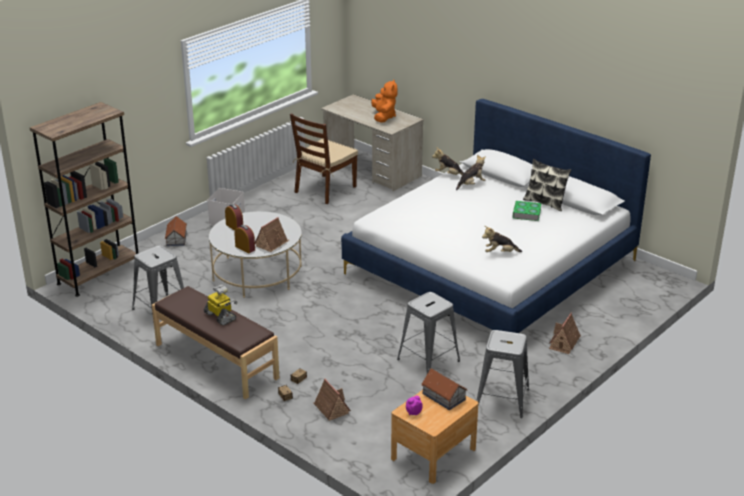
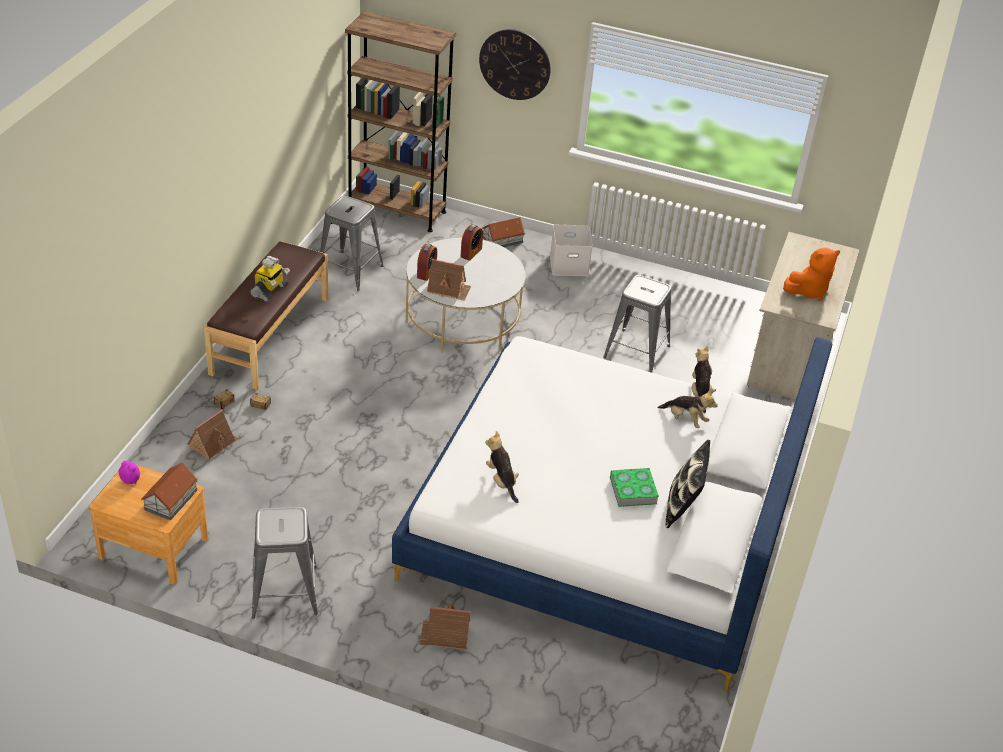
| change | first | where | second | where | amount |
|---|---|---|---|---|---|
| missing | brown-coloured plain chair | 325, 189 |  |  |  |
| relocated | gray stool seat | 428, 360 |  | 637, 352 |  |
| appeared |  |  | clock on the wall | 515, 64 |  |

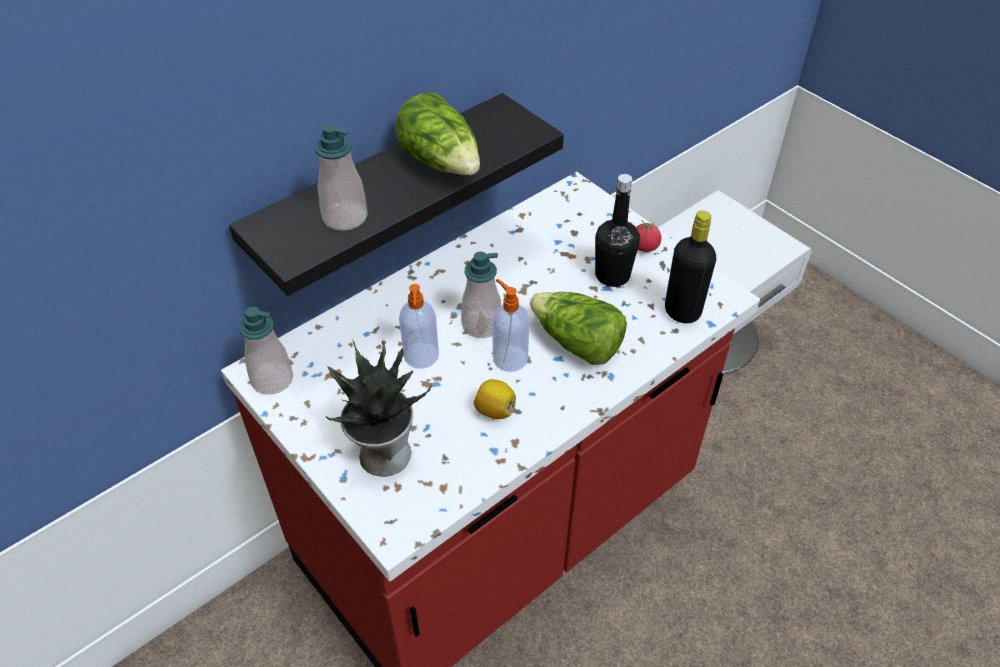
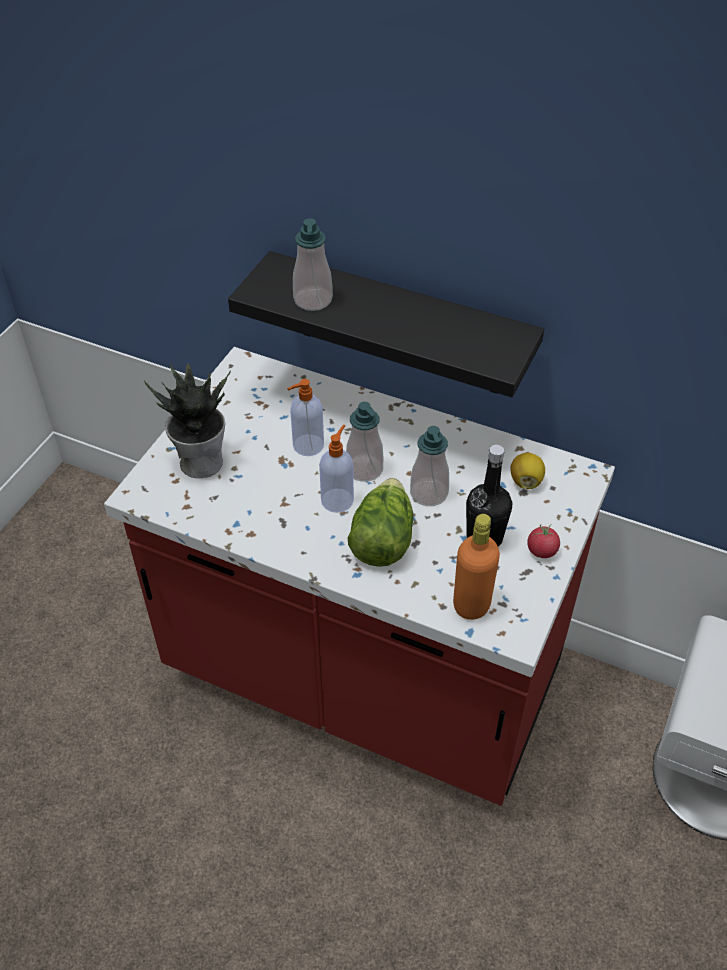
| change | first | where | second | where | amount |
|---|---|---|---|---|---|
| relocated | soap bottle | 272, 379 |  | 429, 493 |  |
| missing | lettuce | 442, 162 |  |  |  |
| relocated | lemon | 494, 410 |  | 526, 481 |  |
| colour | black-coloured beverage bottle | 682, 311 | orange beverage bottle | 471, 605 |  |

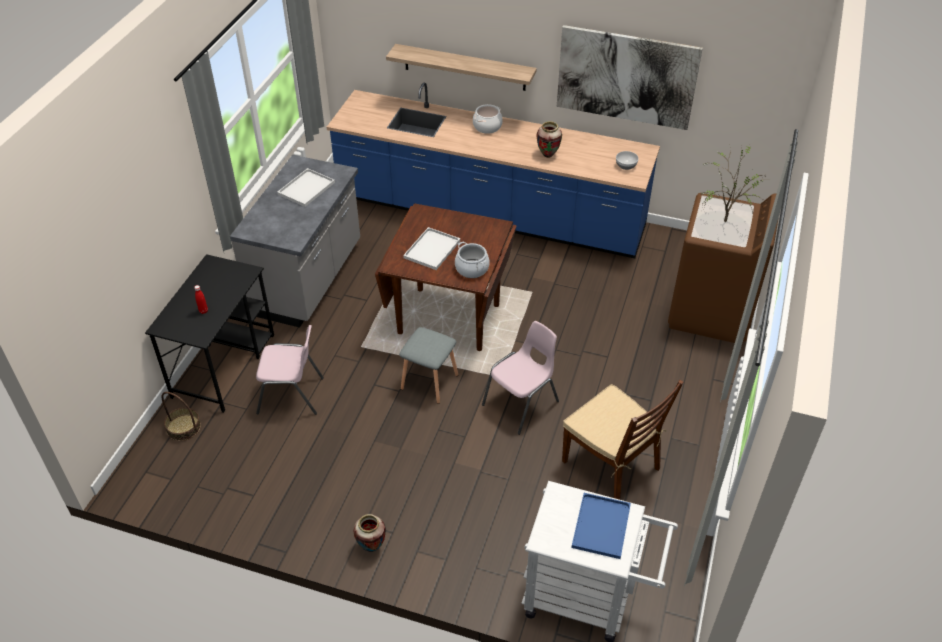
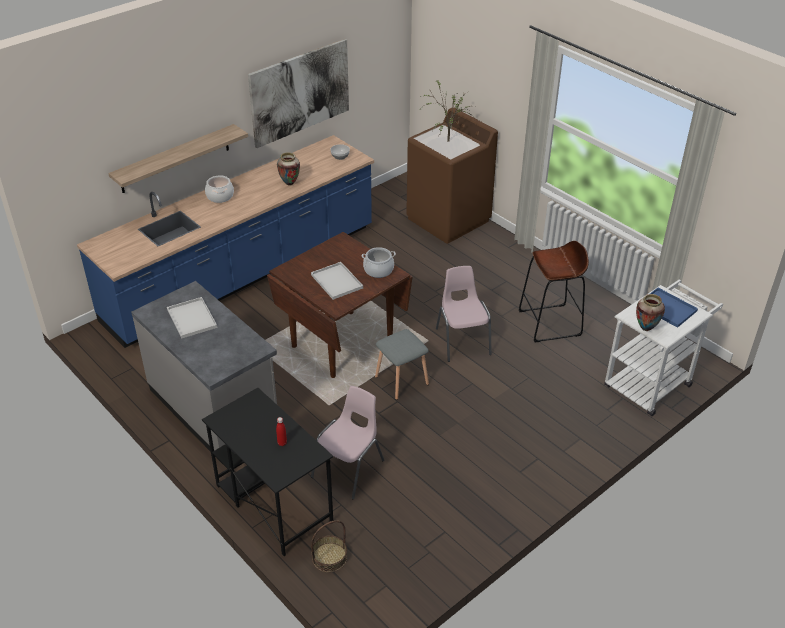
| change | first | where | second | where | amount |
|---|---|---|---|---|---|
| relocated | flower vase | 371, 547 |  | 645, 328 |  |
| exchanged | brown-coloured plain chair | 611, 465 | brown-coloured stool seat | 550, 323 |  |

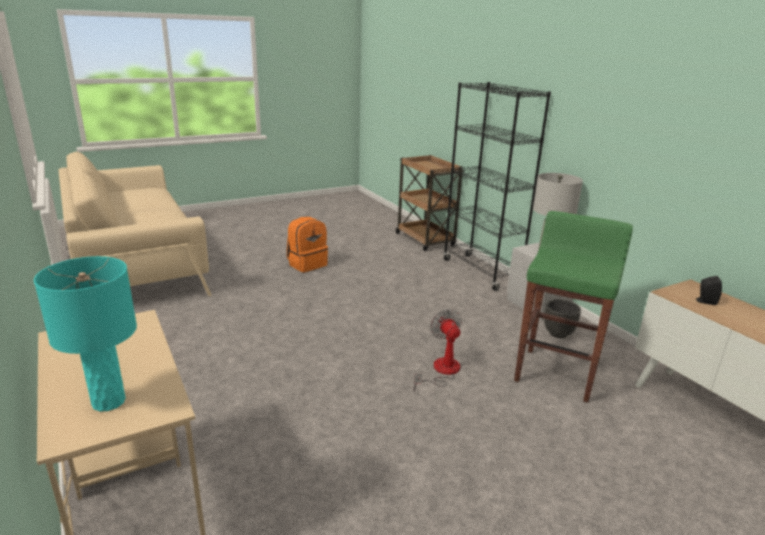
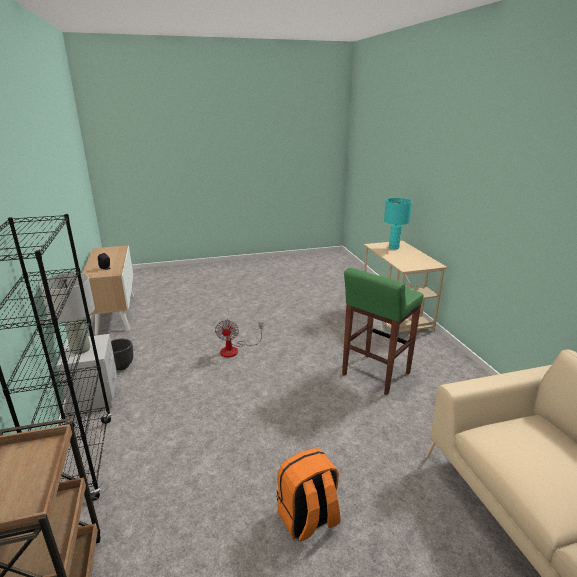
| change | first | where | second | where | amount |
|---|---|---|---|---|---|
| relocated | greenish stool seat | 556, 373 |  | 375, 374 |  |

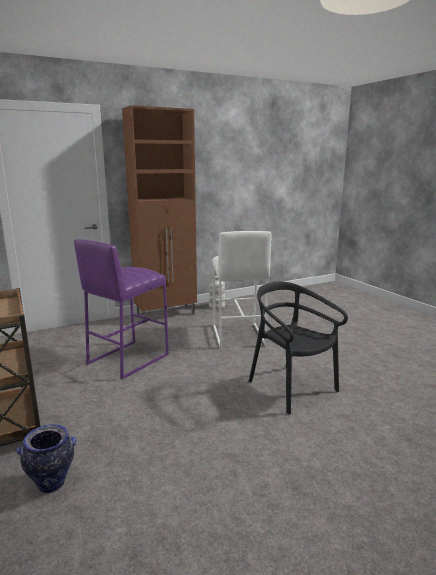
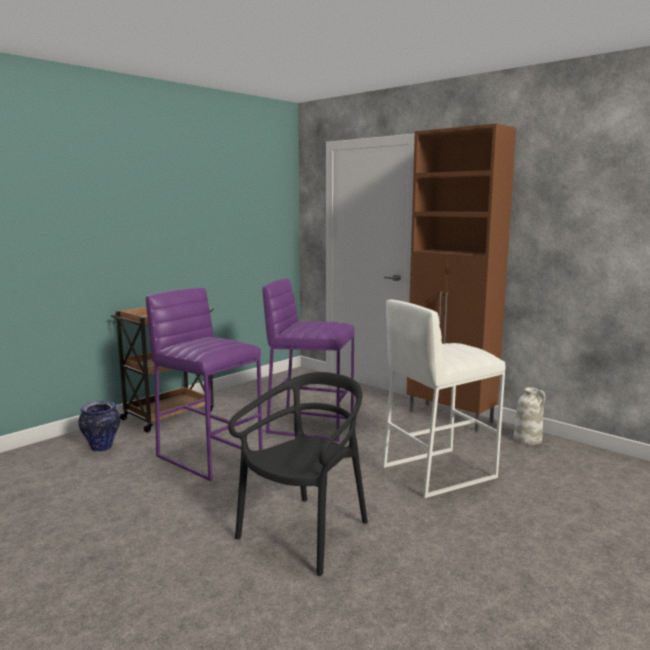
| change | first | where | second | where | amount |
|---|---|---|---|---|---|
| appeared |  |  | purple stool seat | 209, 455 |  |

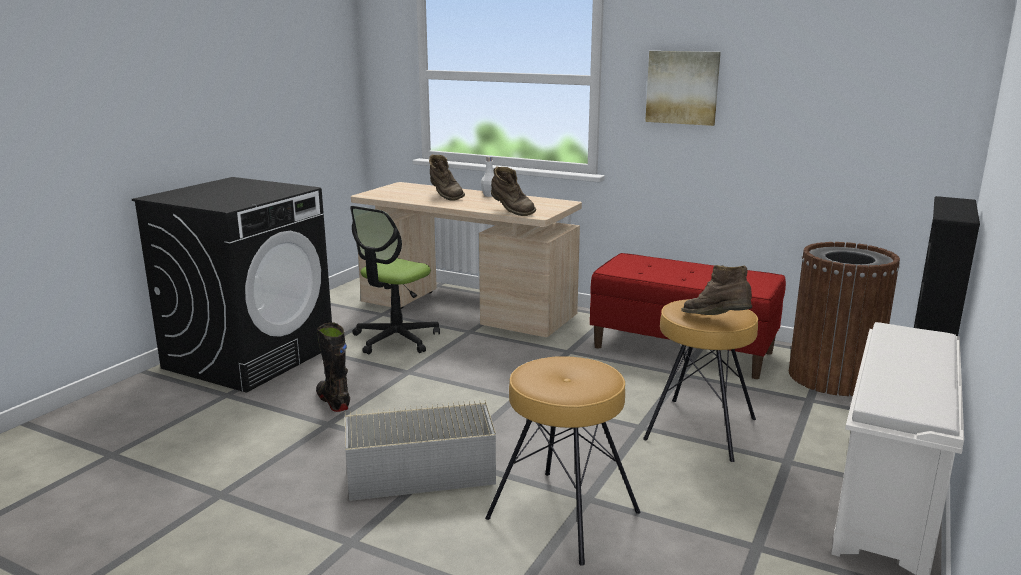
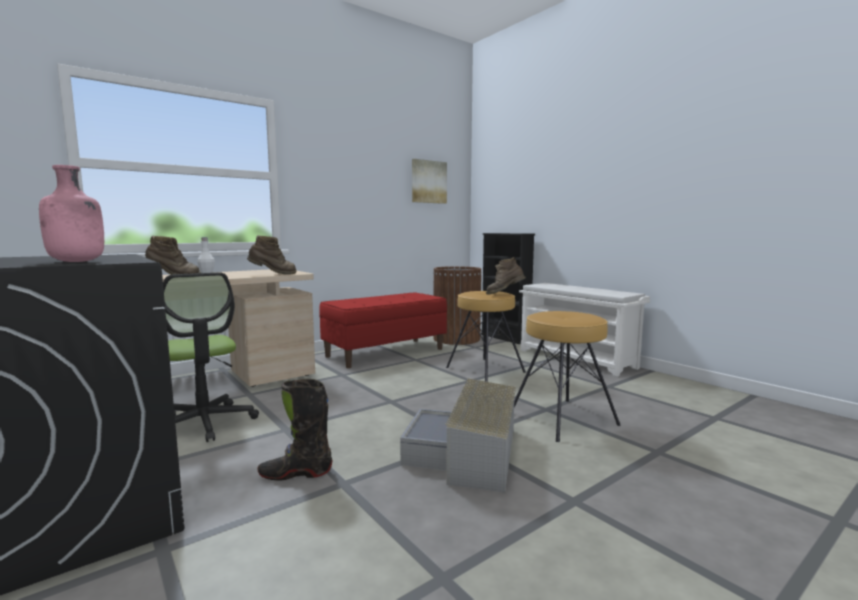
| change | first | where | second | where | amount |
|---|---|---|---|---|---|
| relocated | picture | 682, 87 |  | 428, 182 |  |
| appeared |  |  | pink-coloured beverage bottle | 77, 261 |  |

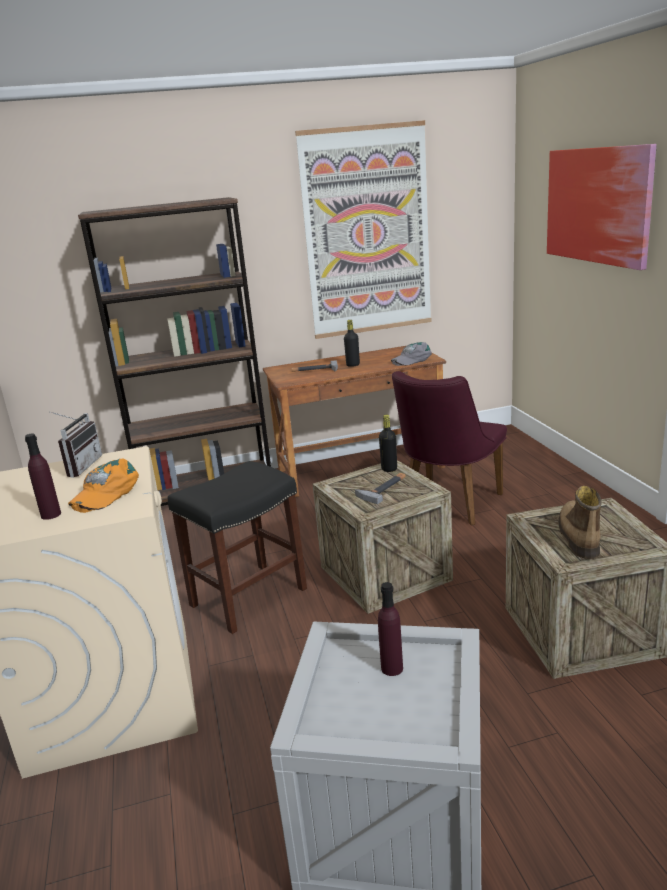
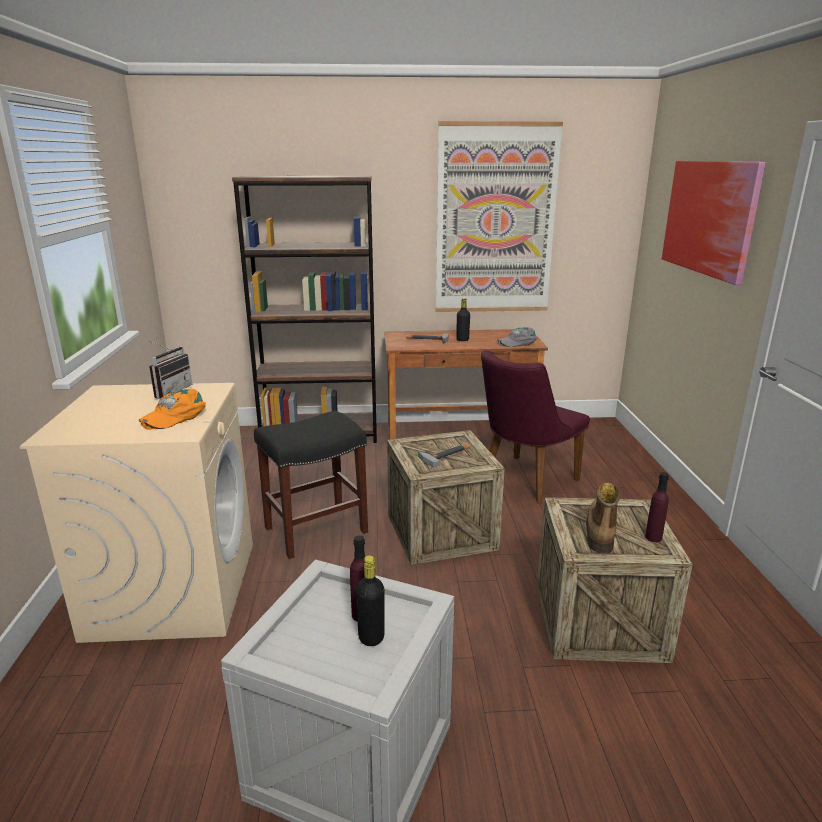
| change | first | where | second | where | amount |
|---|---|---|---|---|---|
| relocated | purple beverage bottle | 51, 514 |  | 653, 537 |  |
| relocated | black-coloured beverage bottle | 389, 469 |  | 371, 637 |  |

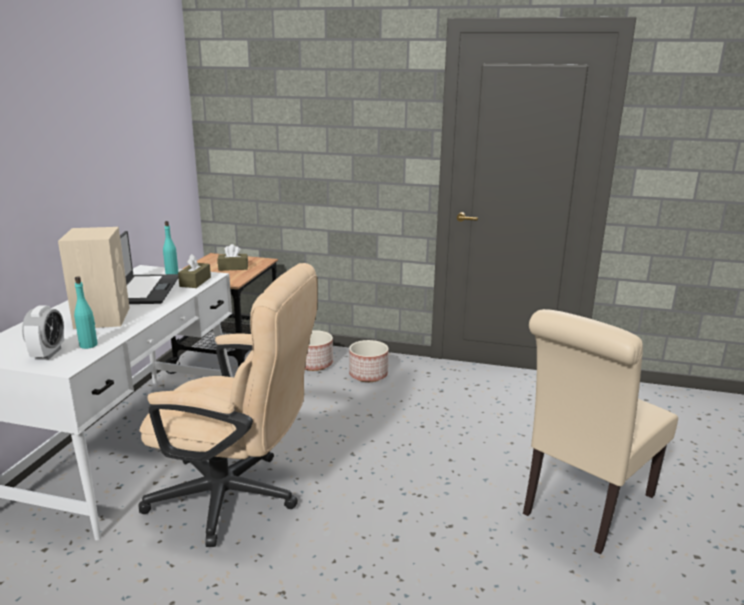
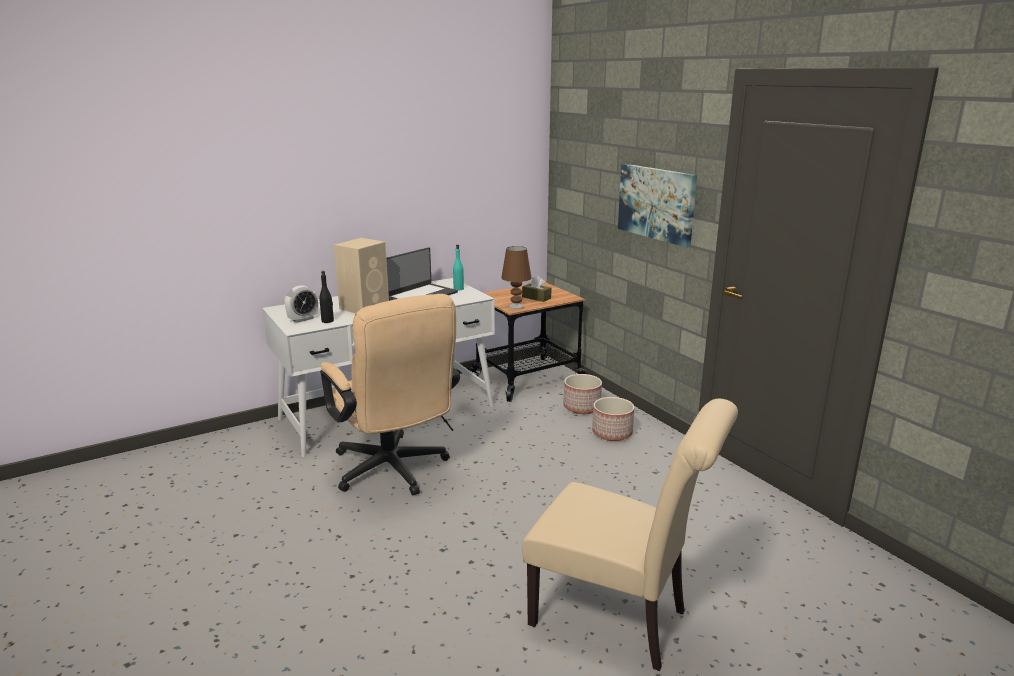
| change | first | where | second | where | amount |
|---|---|---|---|---|---|
| colour | turquoise-coloured beverage bottle | 89, 345 | black-coloured beverage bottle | 327, 321 |  |
| missing | brown-coloured tissue holder | 195, 282 |  |  |  |
| spun | beige-coloured plain chair | 583, 507 |  | 618, 619 | 150 degrees counterclockwise |
| appeared |  |  | brown-coloured tabletop lamp | 516, 306 |  |
| appeared |  |  | picture | 656, 203 |  |

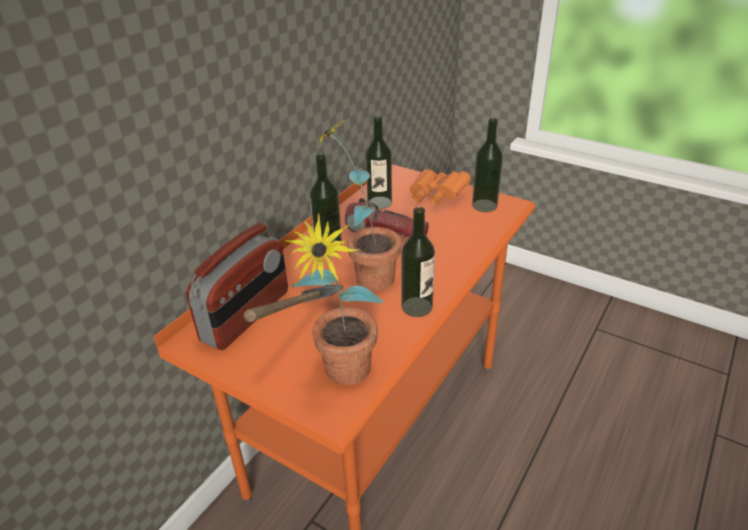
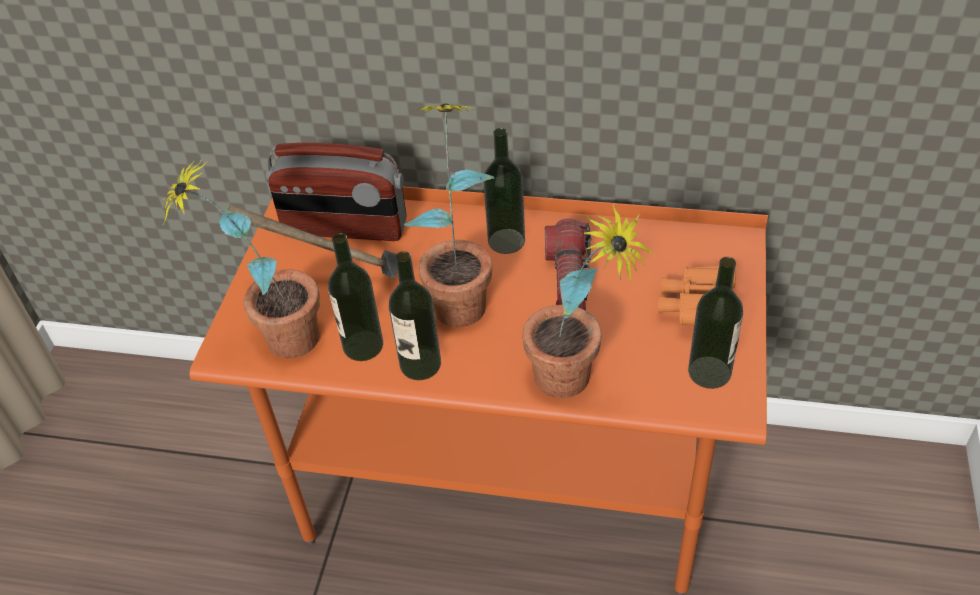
| change | first | where | second | where | amount |
|---|---|---|---|---|---|
| relocated | beverage bottle | 379, 202 |  | 363, 346 |  |
| appeared |  |  | houseplant | 576, 385 |  |

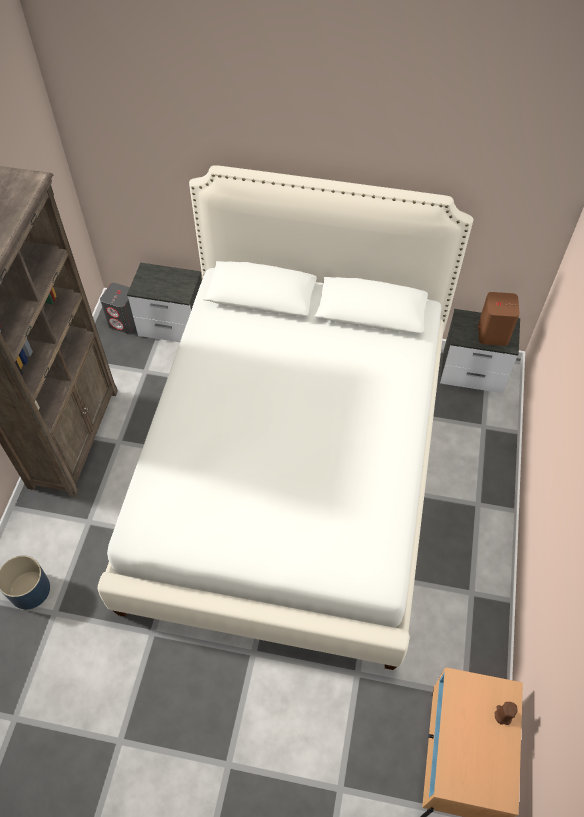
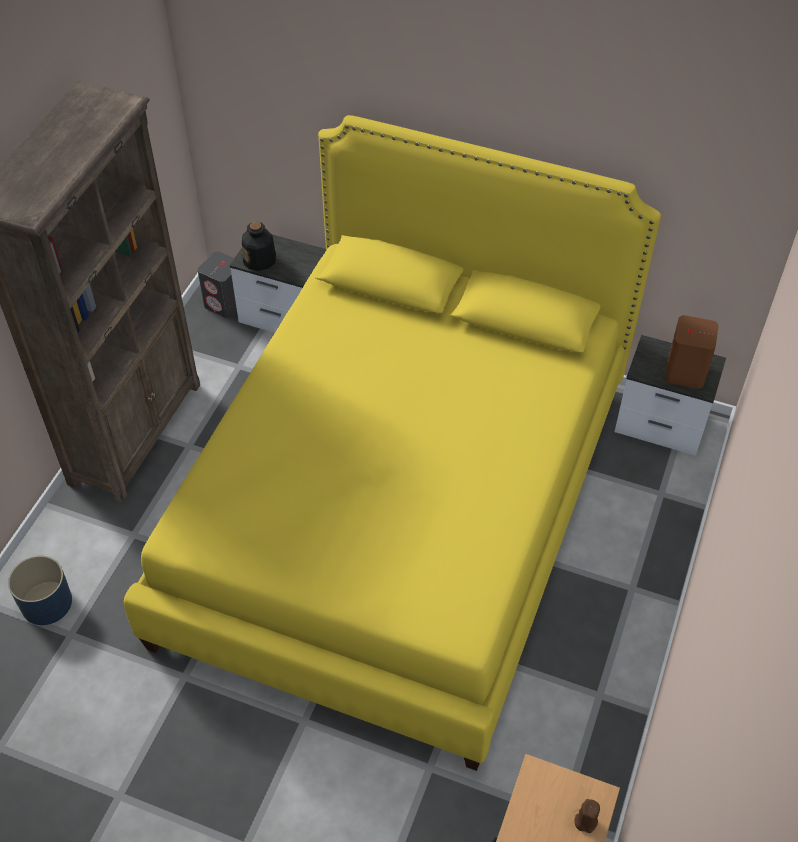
| change | first | where | second | where | amount |
|---|---|---|---|---|---|
| colour | white bedroom bed | 292, 469 | yellow bedroom bed | 399, 510 |  |
| appeared |  |  | beverage bottle | 260, 260 |  |

